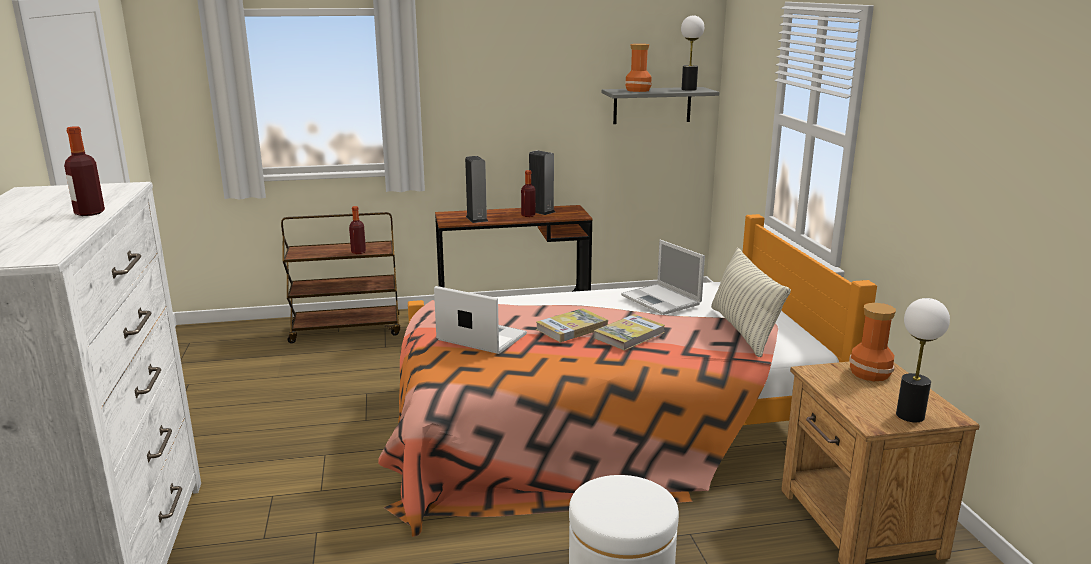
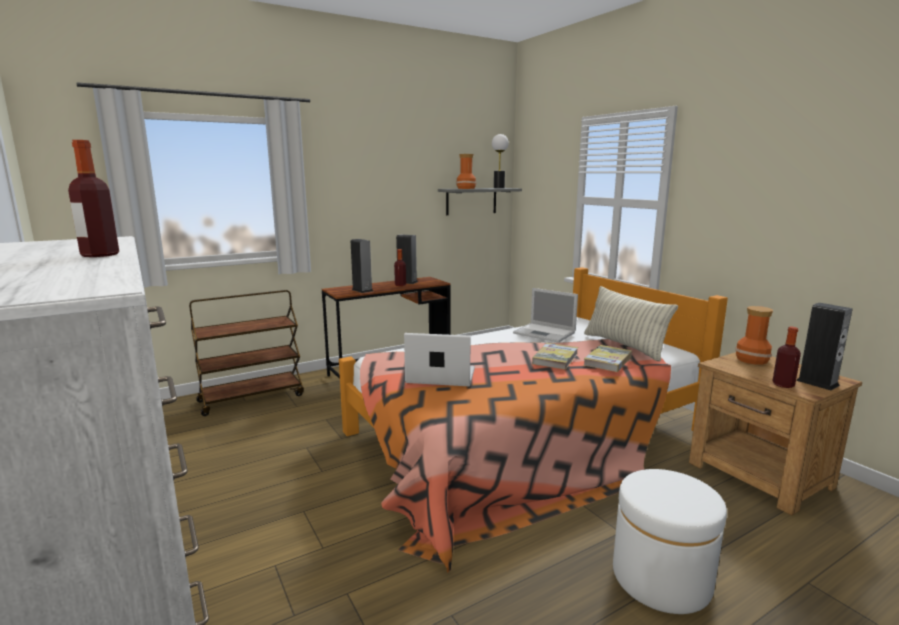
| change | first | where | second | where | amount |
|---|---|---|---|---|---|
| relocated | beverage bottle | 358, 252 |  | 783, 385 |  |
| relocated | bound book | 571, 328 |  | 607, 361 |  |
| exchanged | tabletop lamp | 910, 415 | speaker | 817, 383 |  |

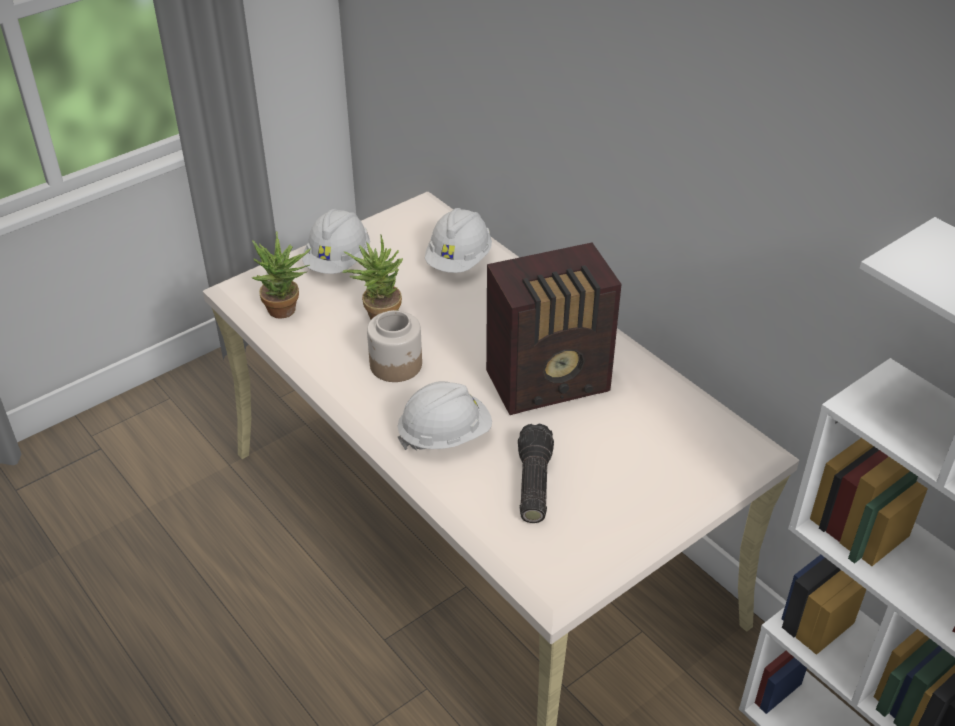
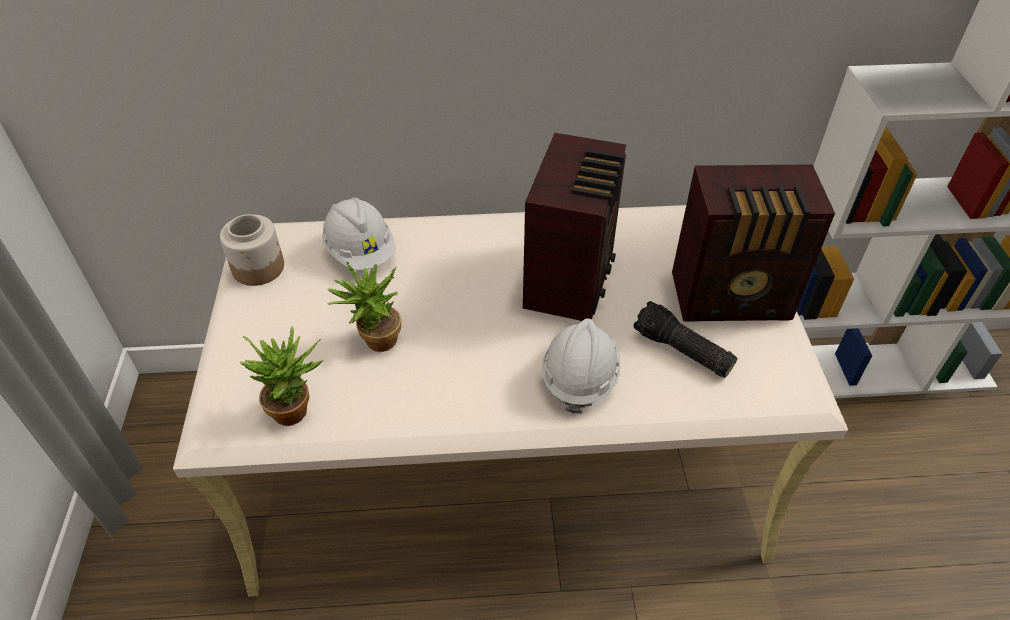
| change | first | where | second | where | amount |
|---|---|---|---|---|---|
| missing | white work helmet | 338, 261 |  |  |  |
| relocated | jar | 396, 365 |  | 259, 267 |  |
| appeared |  |  | radio receiver | 733, 298 |  |

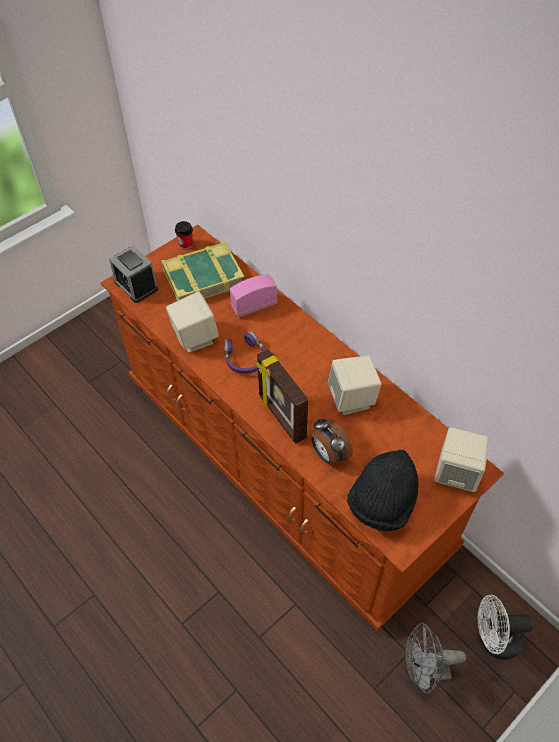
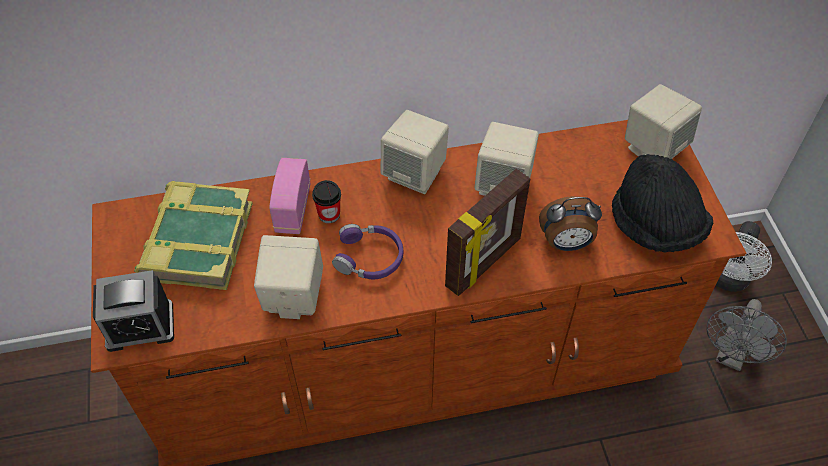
| change | first | where | second | where | amount |
|---|---|---|---|---|---|
| relocated | cup | 186, 245 |  | 329, 214 |  |
| spun | photo frame | 281, 417 |  | 484, 263 | 45 degrees counterclockwise |
| appeared |  |  | beige-coloured speaker | 415, 174 |  |

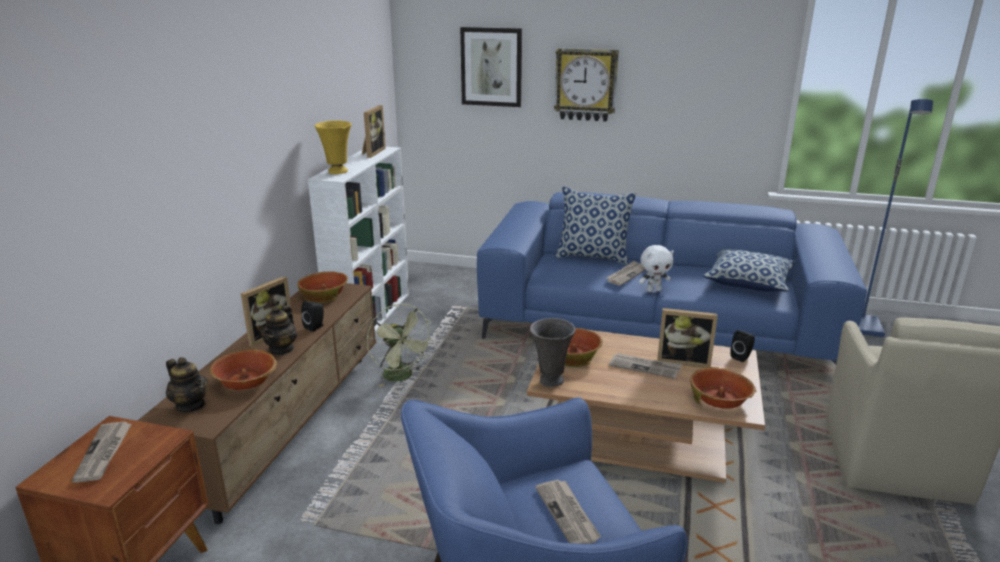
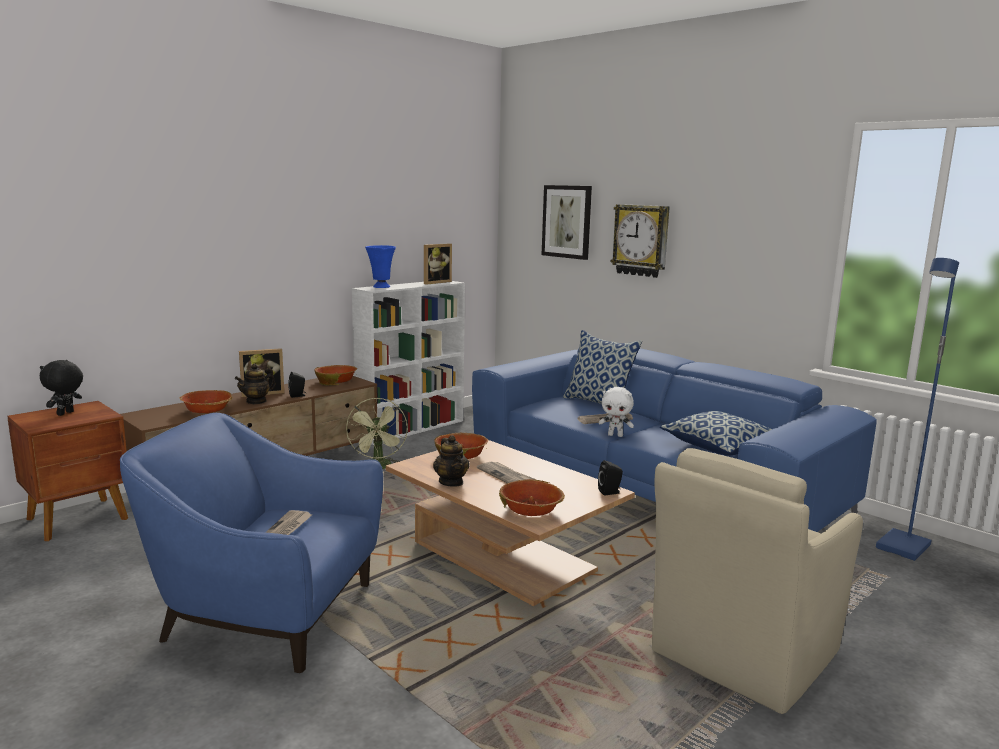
| change | first | where | second | where | amount |
|---|---|---|---|---|---|
| exchanged | daily paper | 104, 453 | black-coloured plush toy | 66, 413 |  |
| relocated | pot for tea | 191, 405 |  | 451, 482 |  |
| colour | yellow flower vase | 337, 172 | blue-coloured flower vase | 381, 287 |  |
| missing | gray flower vase | 550, 381 |  |  |  |
| missing | photo frame | 683, 360 |  |  |  |

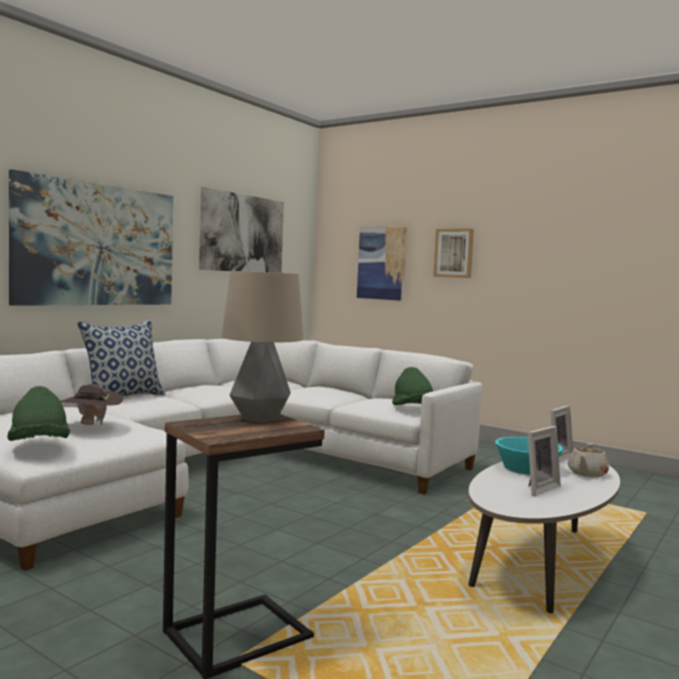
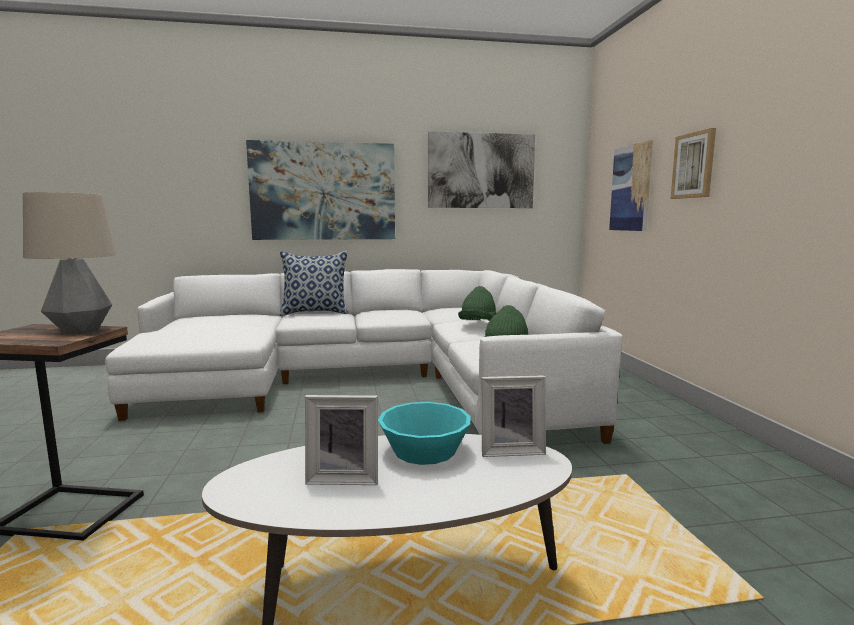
| change | first | where | second | where | amount |
|---|---|---|---|---|---|
| relocated | greenish wearable hat | 39, 445 |  | 478, 324 |  |
| missing | brown-coloured wearable hat | 90, 425 |  |  |  |
| missing | beige-coloured pot for tea | 587, 474 |  |  |  |

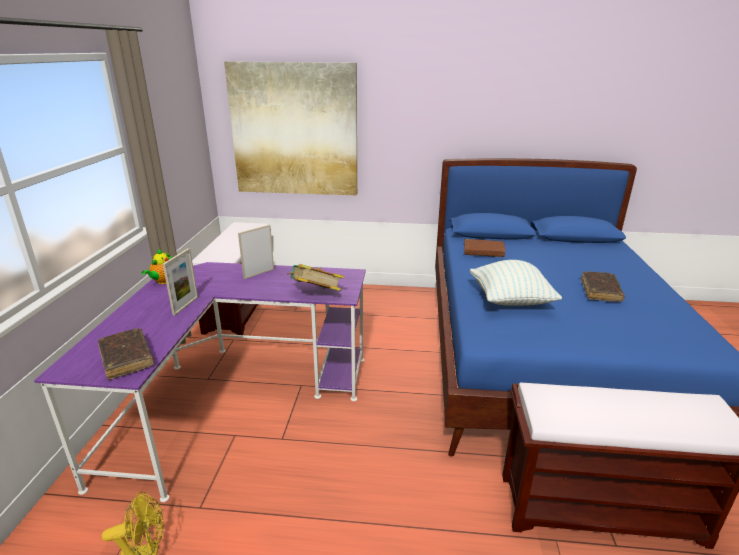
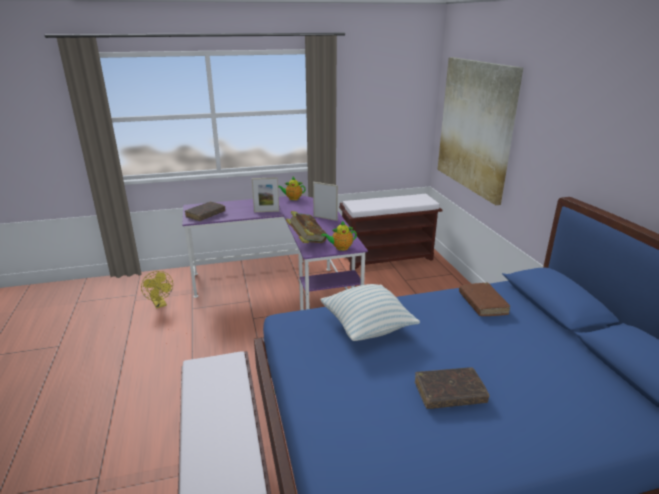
| change | first | where | second | where | amount |
|---|---|---|---|---|---|
| appeared |  |  | pot for tea | 340, 248 |  |

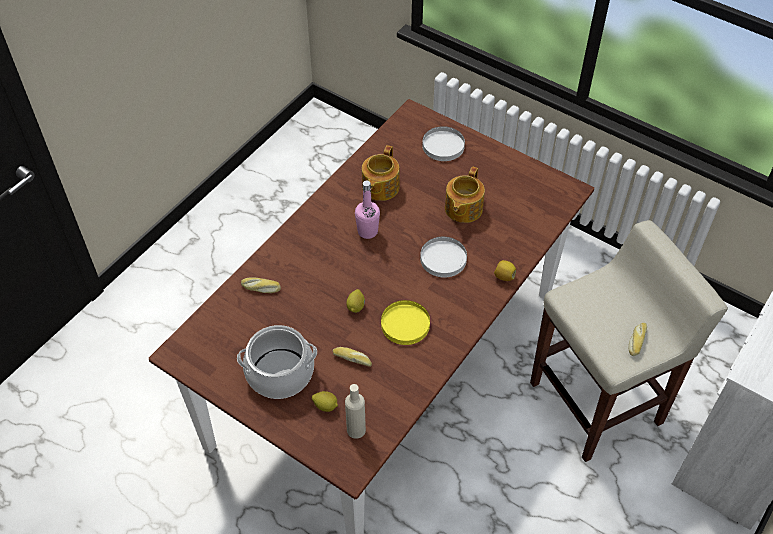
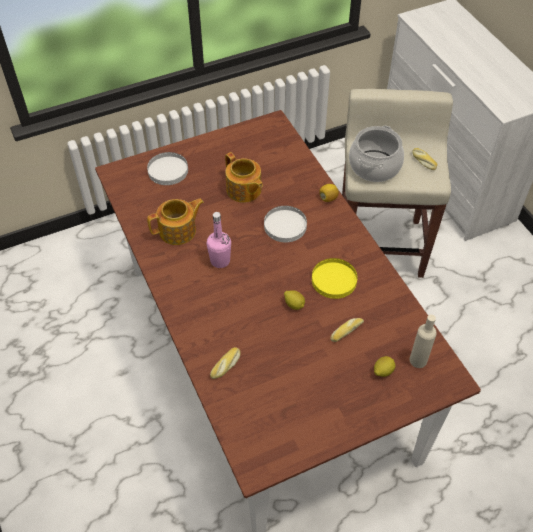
| change | first | where | second | where | amount |
|---|---|---|---|---|---|
| relocated | saucepot | 280, 373 |  | 374, 166 |  |
| spun | pot for tea | 379, 187 |  | 178, 231 | 75 degrees counterclockwise |

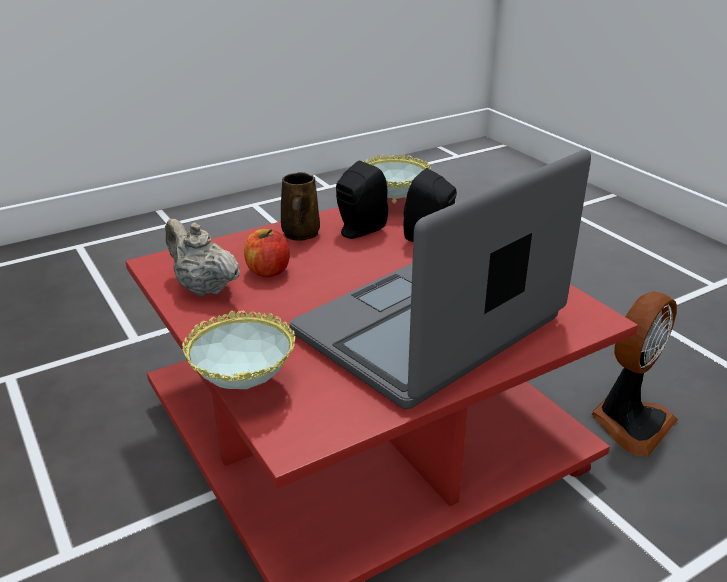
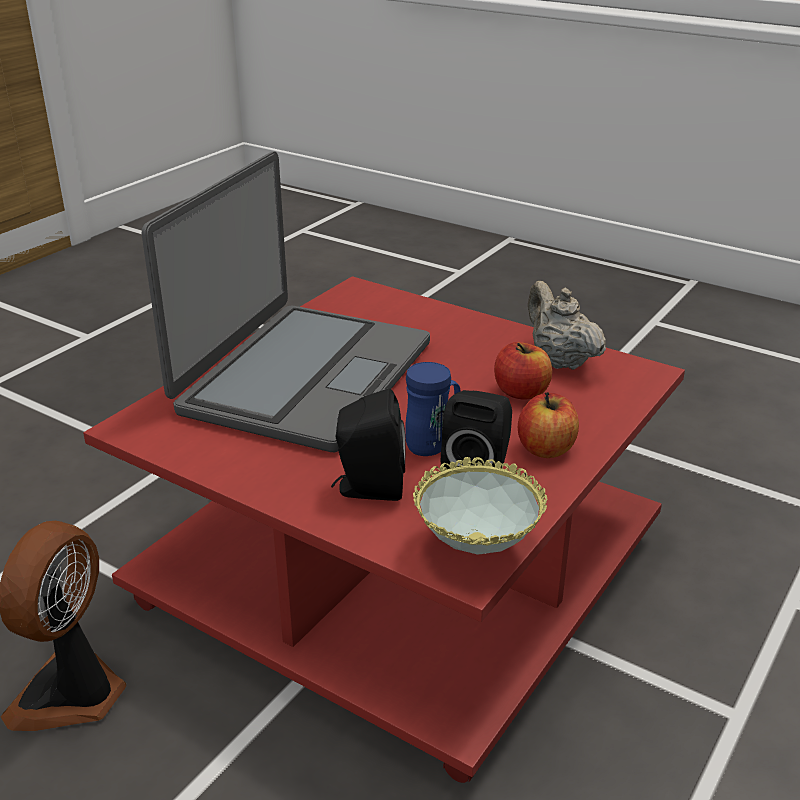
| change | first | where | second | where | amount |
|---|---|---|---|---|---|
| spun | beige-coloured pot for tea | 203, 288 |  | 559, 360 | 135 degrees counterclockwise |
| missing | serving bowl | 244, 388 |  |  |  |
| exchanged | brown-coloured mug | 300, 235 | apple | 546, 449 |  |
| appeared |  |  | blue-coloured mug | 433, 444 |  |

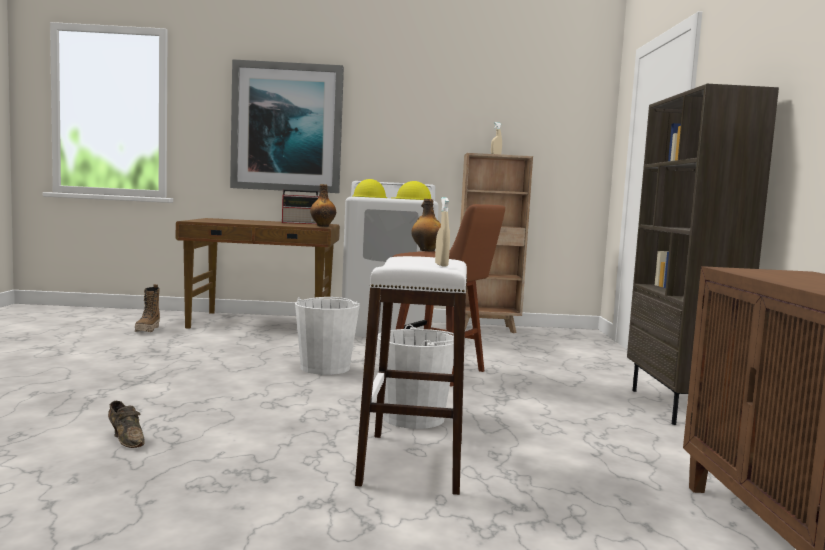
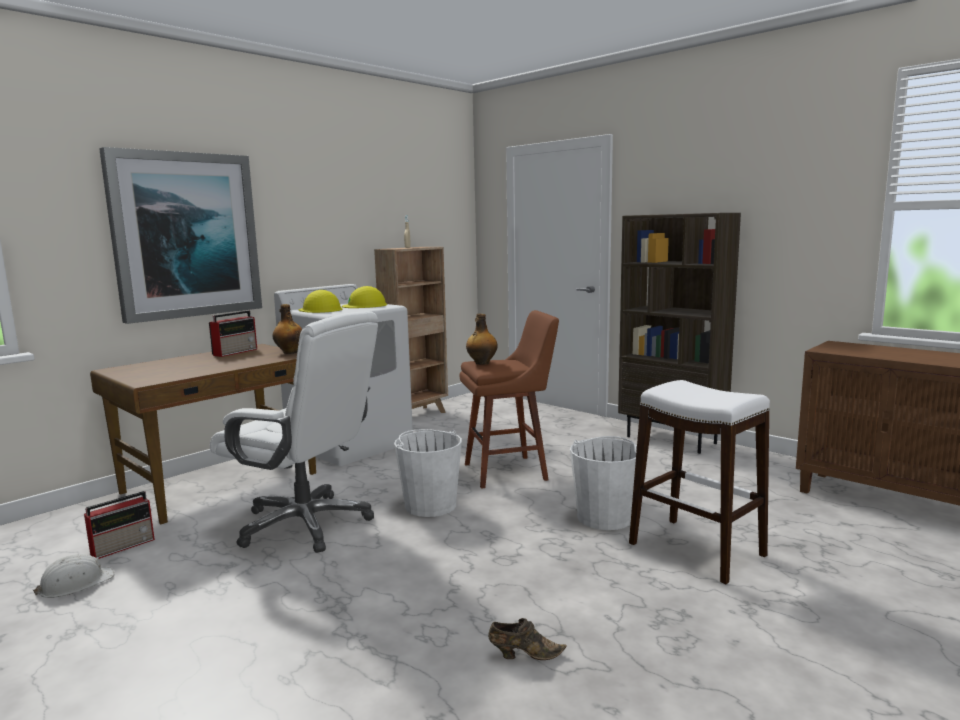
| change | first | where | second | where | amount |
|---|---|---|---|---|---|
| exchanged | high-top boot | 148, 330 | radio receiver | 124, 546 |  |
| missing | beige-coloured spray bottle | 441, 265 |  |  |  |
| appeared |  |  | white work helmet | 76, 584 |  |
| appeared |  |  | white computer chair | 306, 524 |  |

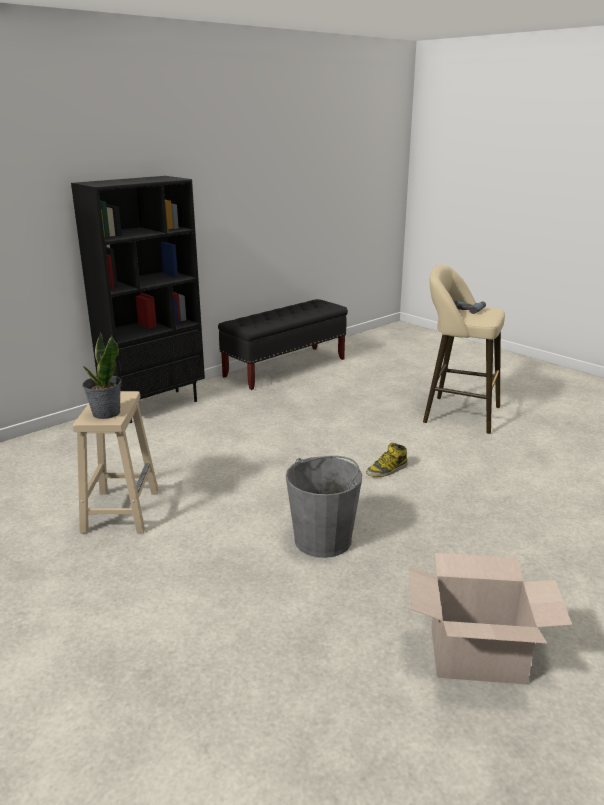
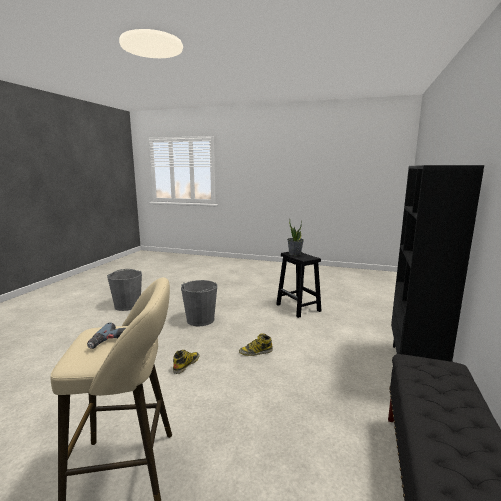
| change | first | where | second | where | amount |
|---|---|---|---|---|---|
| colour | beige-coloured stool seat | 121, 510 | black-coloured stool seat | 298, 308 |  |
| exchanged | cardboard box | 476, 656 | gray water bucket | 127, 305 |  |
| appeared |  |  | high-top boot | 256, 352 |  |

